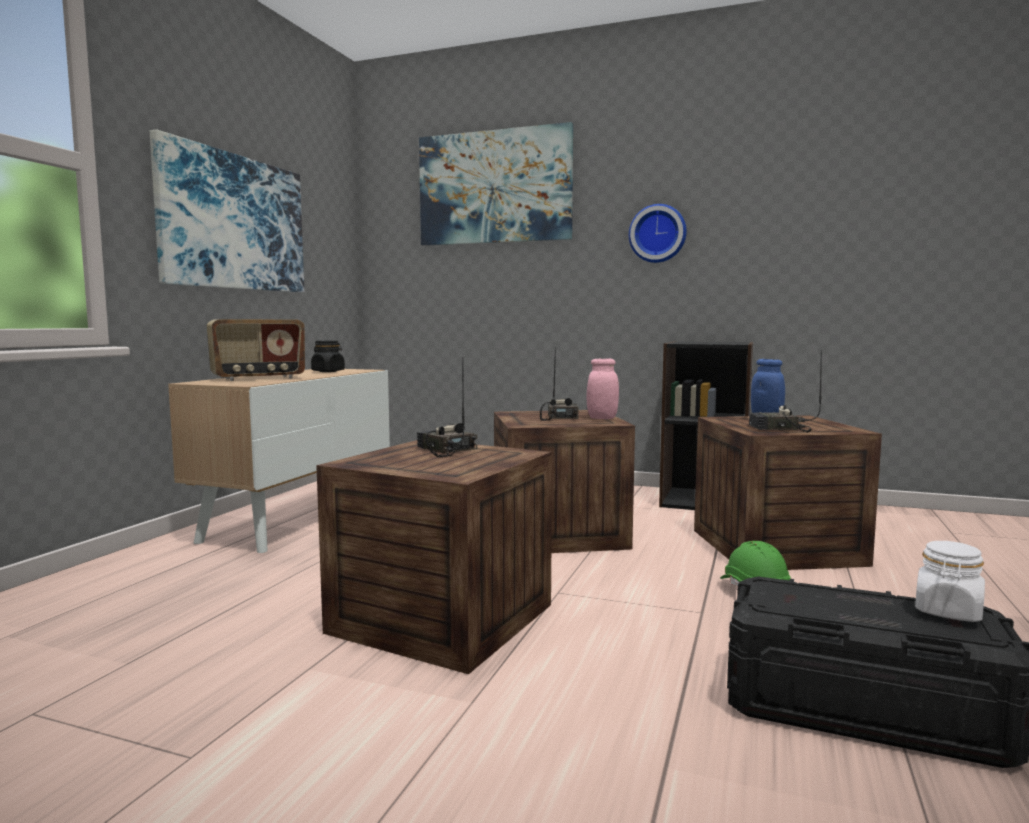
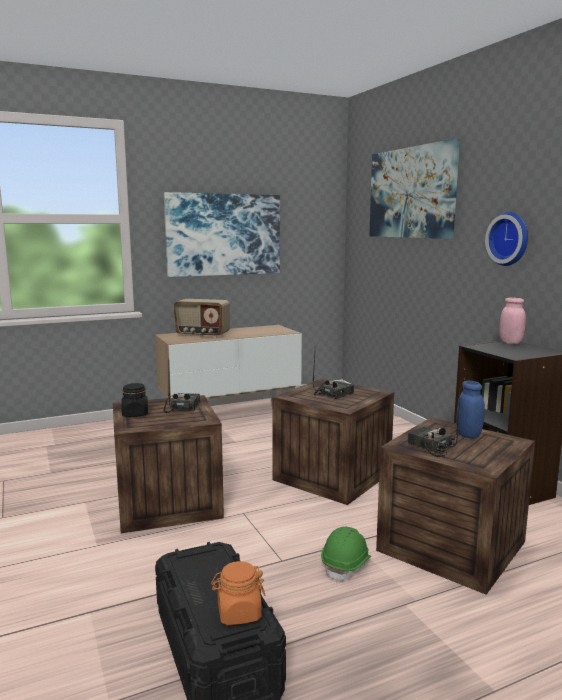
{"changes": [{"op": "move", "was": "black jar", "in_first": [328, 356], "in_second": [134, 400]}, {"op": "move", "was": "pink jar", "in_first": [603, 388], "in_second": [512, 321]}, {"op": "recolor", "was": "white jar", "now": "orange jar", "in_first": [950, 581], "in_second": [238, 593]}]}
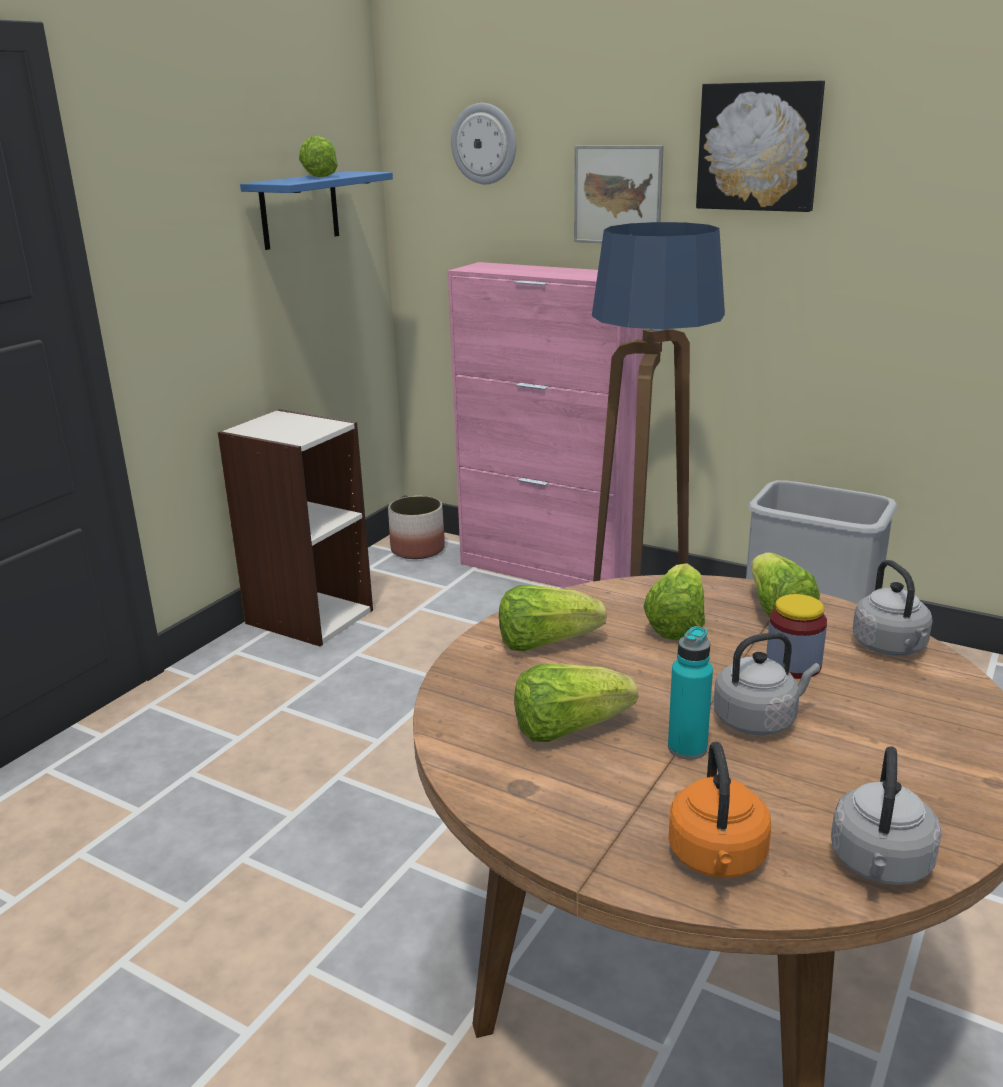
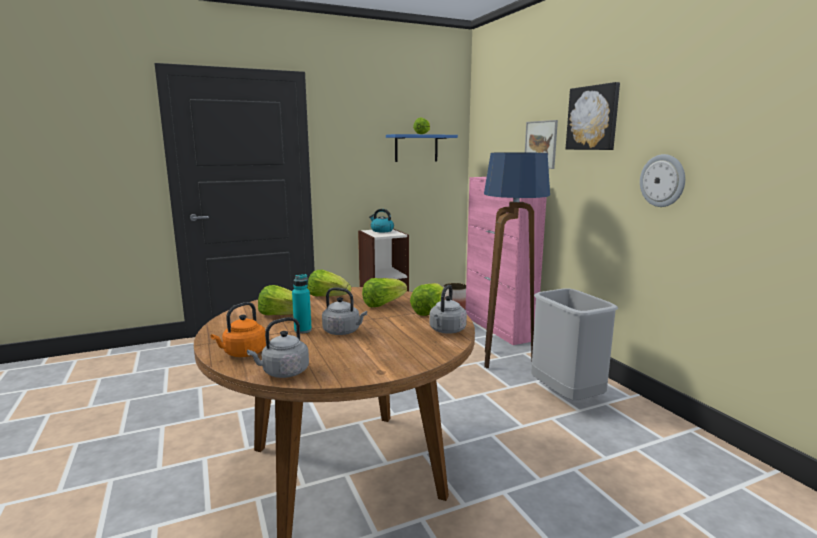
{"changes": [{"op": "delete", "was": "jar", "in_first": [796, 636]}, {"op": "insert", "now": "kettle", "in_second": [381, 220]}, {"op": "move", "was": "wall clock", "in_first": [483, 143], "in_second": [662, 180]}]}
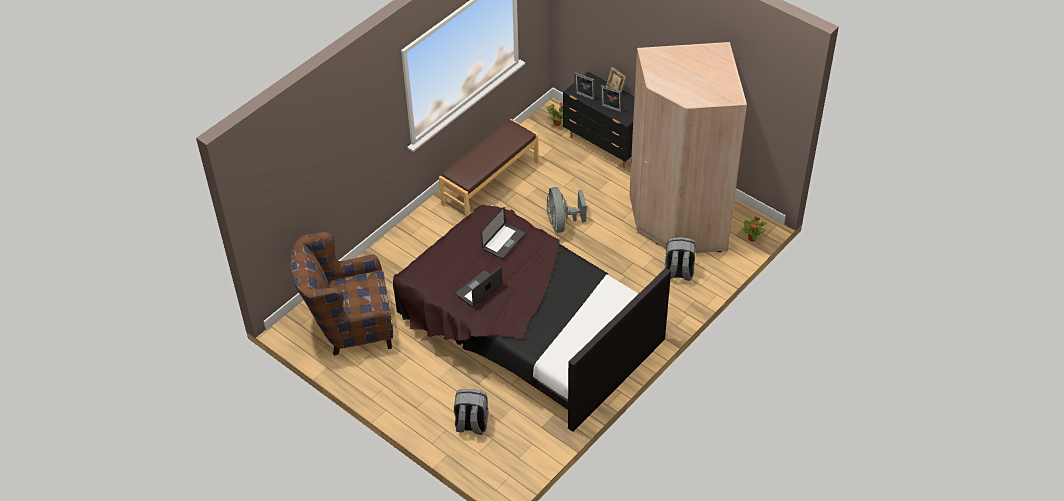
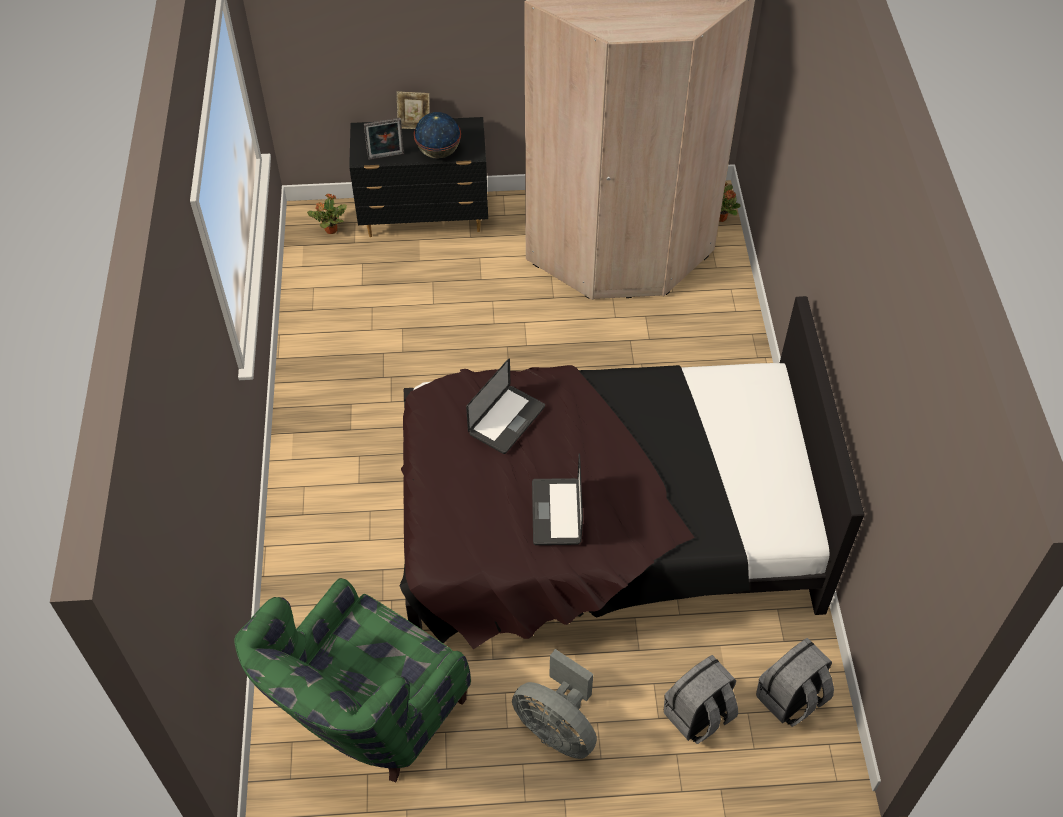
{"changes": [{"op": "delete", "was": "brown bench", "in_first": [489, 168]}, {"op": "move", "was": "grey fan", "in_first": [567, 210], "in_second": [554, 704]}, {"op": "move", "was": "grey backpack", "in_first": [680, 259], "in_second": [795, 682]}, {"op": "replace", "was": "picture frame", "now": "globe", "in_first": [611, 98], "in_second": [437, 135]}, {"op": "recolor", "was": "brown armchair", "now": "green armchair", "in_first": [342, 294], "in_second": [352, 680]}, {"op": "rotate", "was": "laptop", "in_first": [503, 233], "in_second": [505, 406], "clockwise": 45}]}
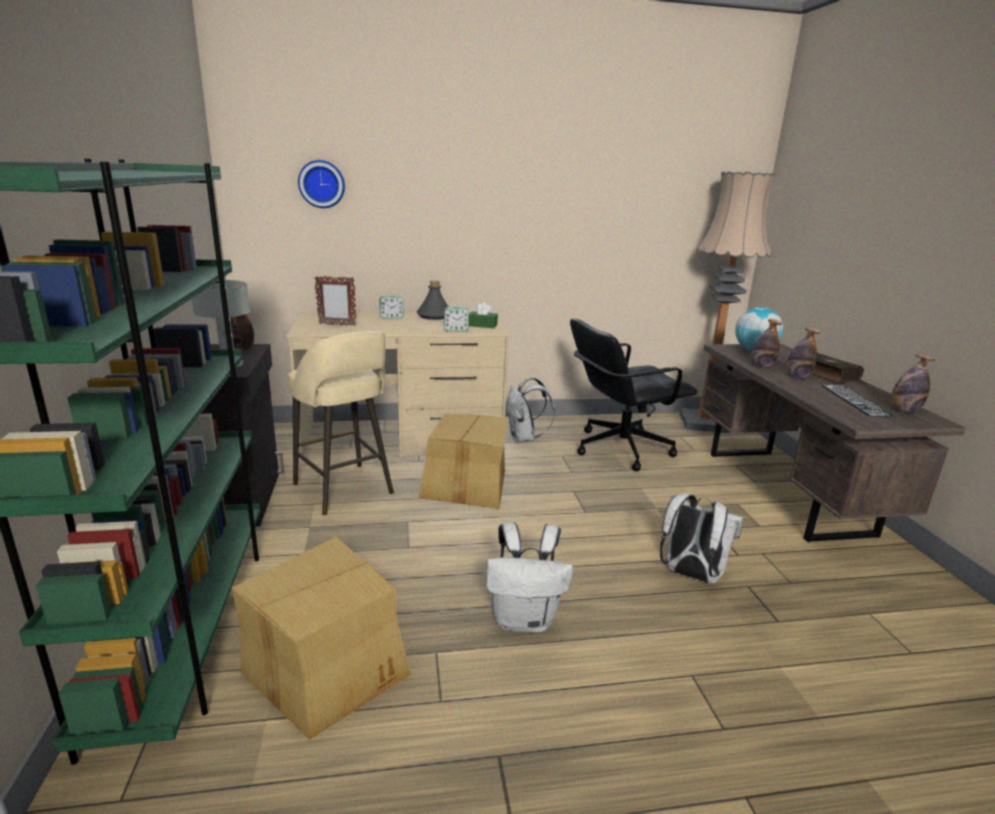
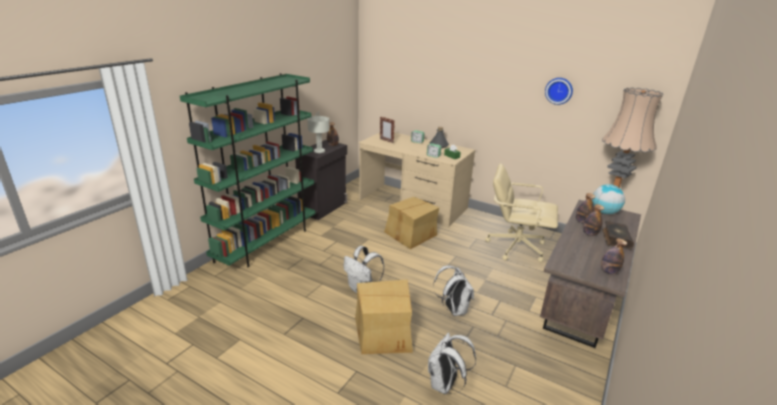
{"changes": [{"op": "delete", "was": "beige stool", "in_first": [341, 423]}, {"op": "delete", "was": "keyboard", "in_first": [858, 401]}, {"op": "move", "was": "cardboard box", "in_first": [321, 638], "in_second": [384, 316]}, {"op": "move", "was": "wall clock", "in_first": [321, 184], "in_second": [559, 91]}, {"op": "move", "was": "white backpack", "in_first": [531, 409], "in_second": [452, 363]}, {"op": "recolor", "was": "black office chair", "now": "beige office chair", "in_first": [634, 394], "in_second": [521, 212]}]}
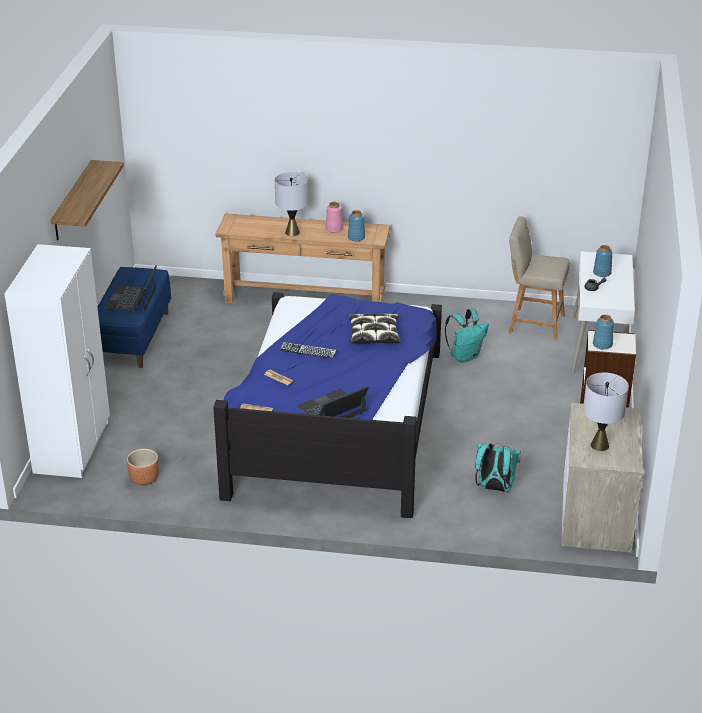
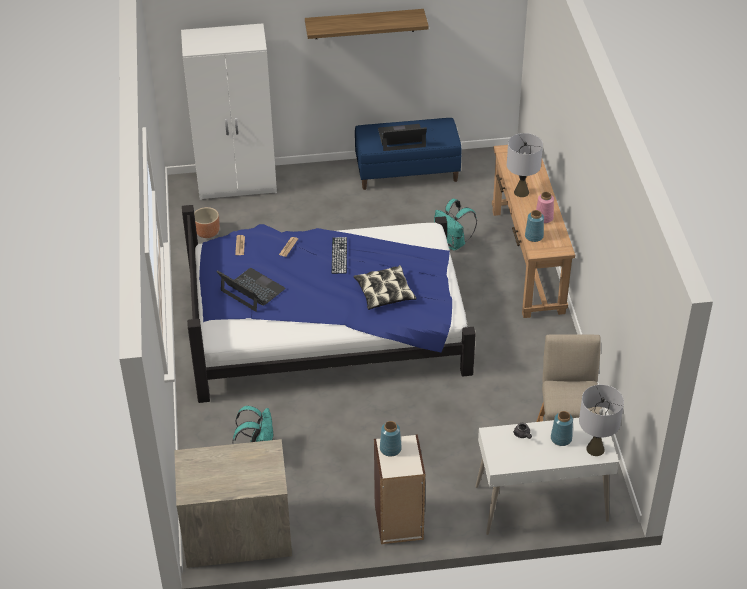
{"changes": [{"op": "move", "was": "turquoise backpack", "in_first": [467, 335], "in_second": [455, 224]}, {"op": "move", "was": "grey table lamp", "in_first": [606, 412], "in_second": [601, 420]}]}
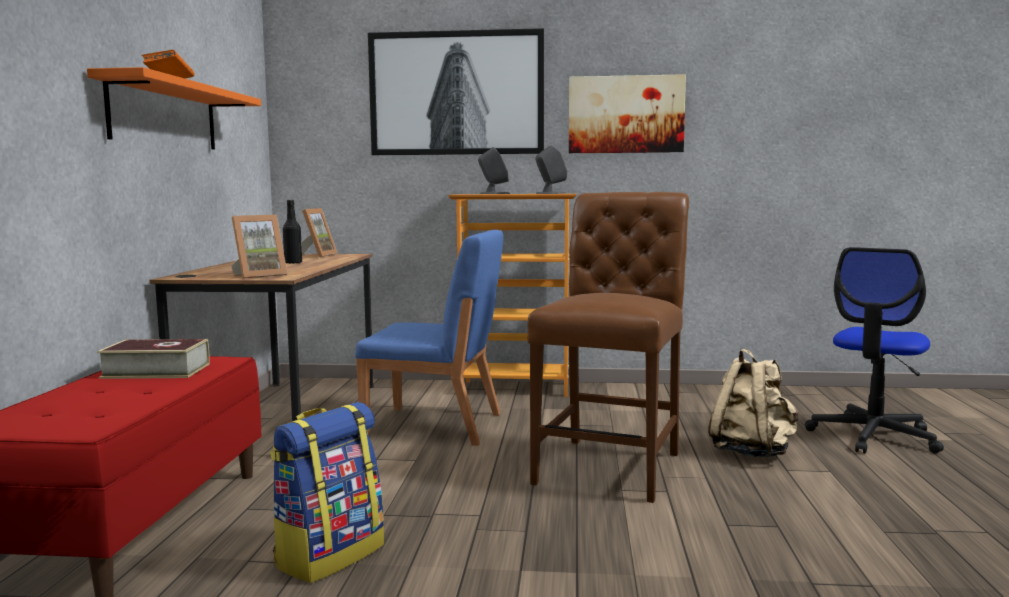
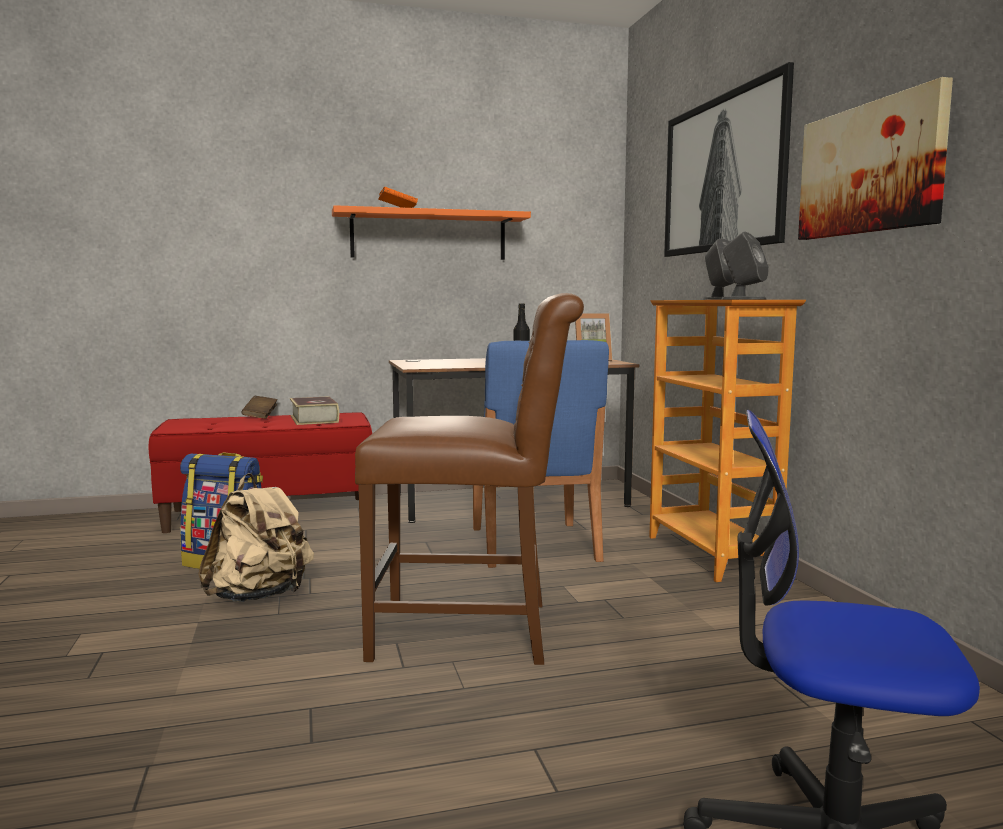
{"changes": [{"op": "delete", "was": "picture frame", "in_first": [259, 247]}, {"op": "insert", "now": "brown book", "in_second": [259, 407]}, {"op": "move", "was": "beige backpack", "in_first": [753, 403], "in_second": [256, 537]}]}
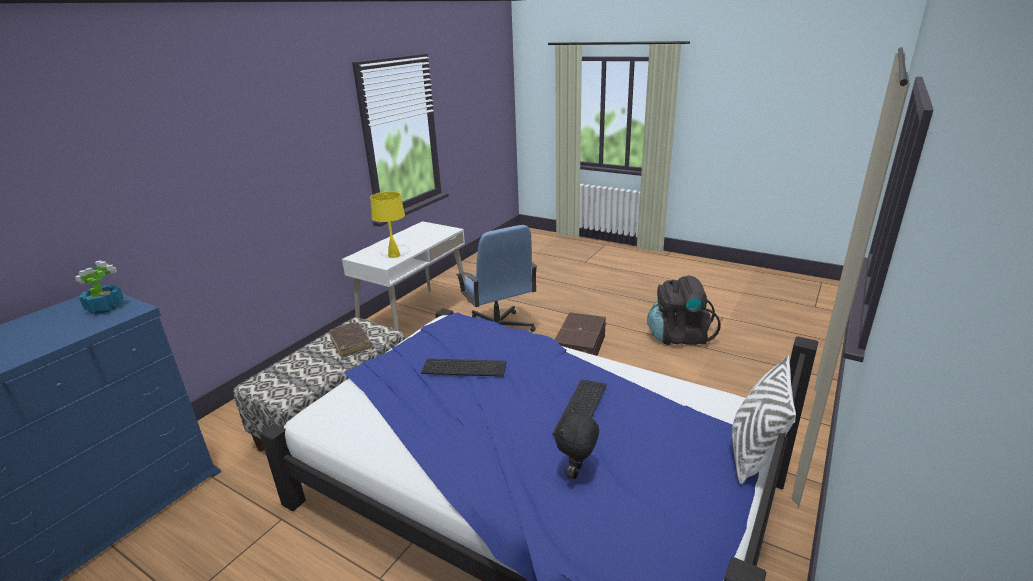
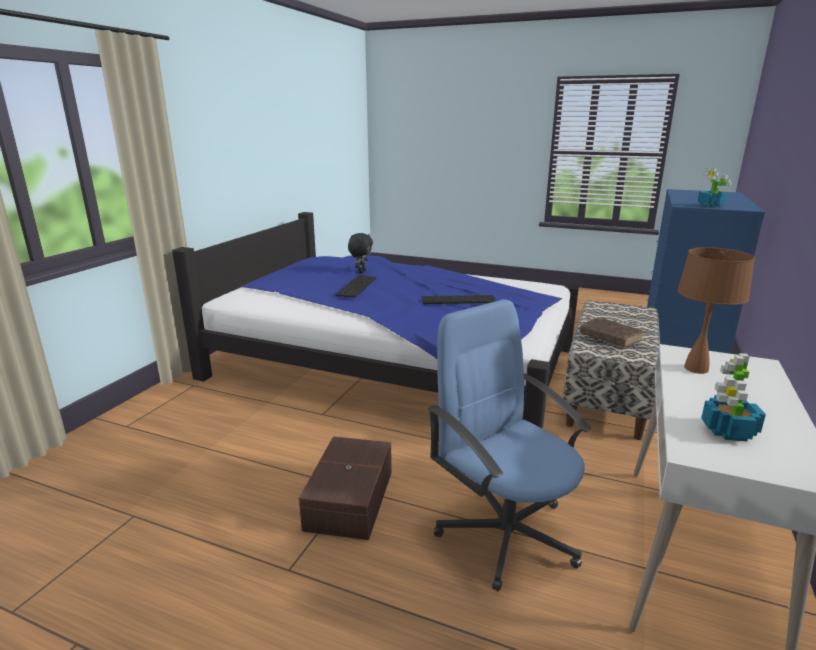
{"changes": [{"op": "delete", "was": "black backpack", "in_first": [684, 310]}, {"op": "delete", "was": "white pillow", "in_first": [764, 420]}, {"op": "insert", "now": "potted plant", "in_second": [733, 397]}, {"op": "recolor", "was": "yellow table lamp", "now": "brown table lamp", "in_first": [387, 225], "in_second": [716, 310]}]}
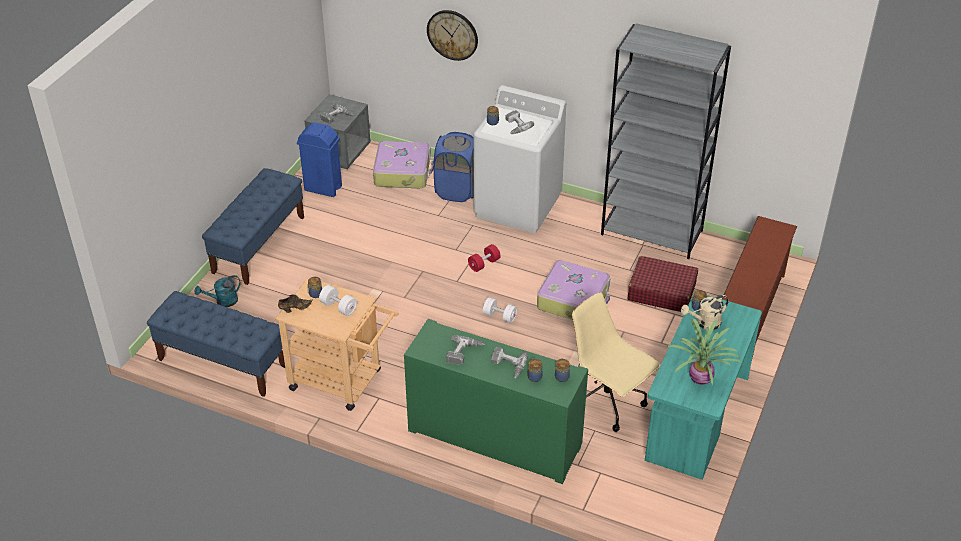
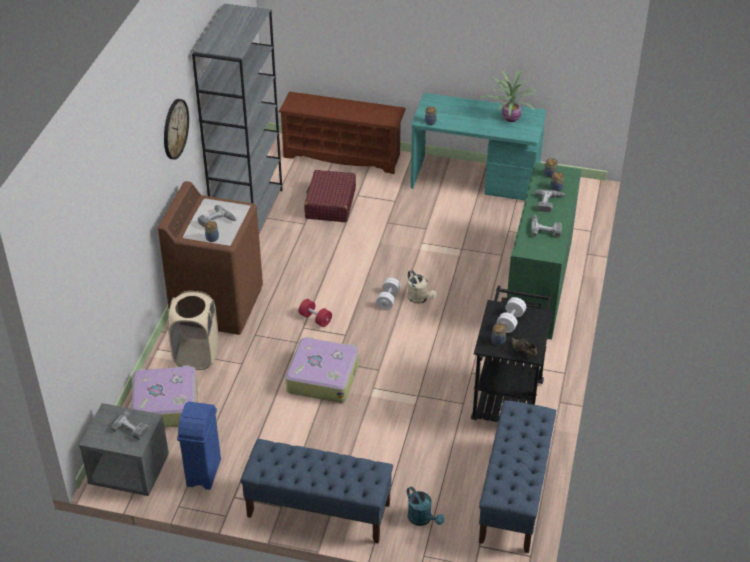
{"changes": [{"op": "delete", "was": "beige office chair", "in_first": [616, 362]}, {"op": "move", "was": "wall clock", "in_first": [452, 35], "in_second": [176, 129]}, {"op": "move", "was": "suitcase", "in_first": [574, 290], "in_second": [322, 370]}, {"op": "move", "was": "beige watering can", "in_first": [705, 312], "in_second": [421, 287]}, {"op": "recolor", "was": "beige cart", "now": "black cart", "in_first": [337, 344], "in_second": [512, 354]}, {"op": "recolor", "was": "blue laundry basket", "now": "beige laundry basket", "in_first": [453, 167], "in_second": [193, 330]}, {"op": "recolor", "was": "white washing machine", "now": "brown washing machine", "in_first": [519, 159], "in_second": [210, 258]}]}
